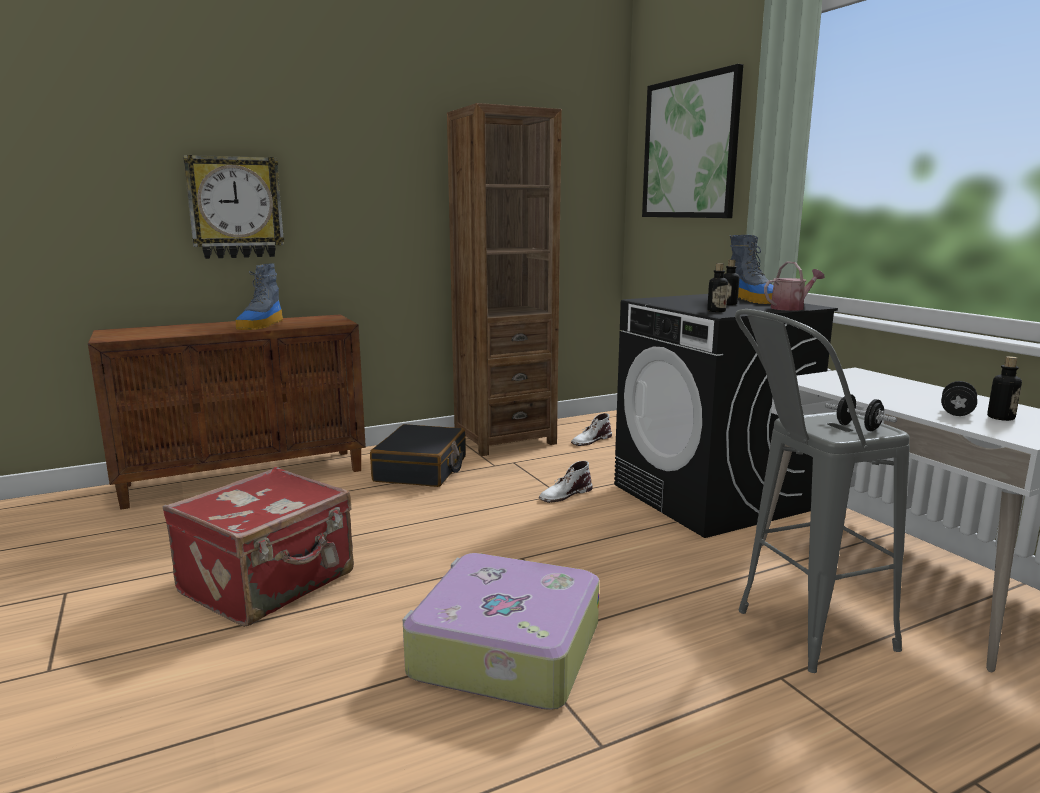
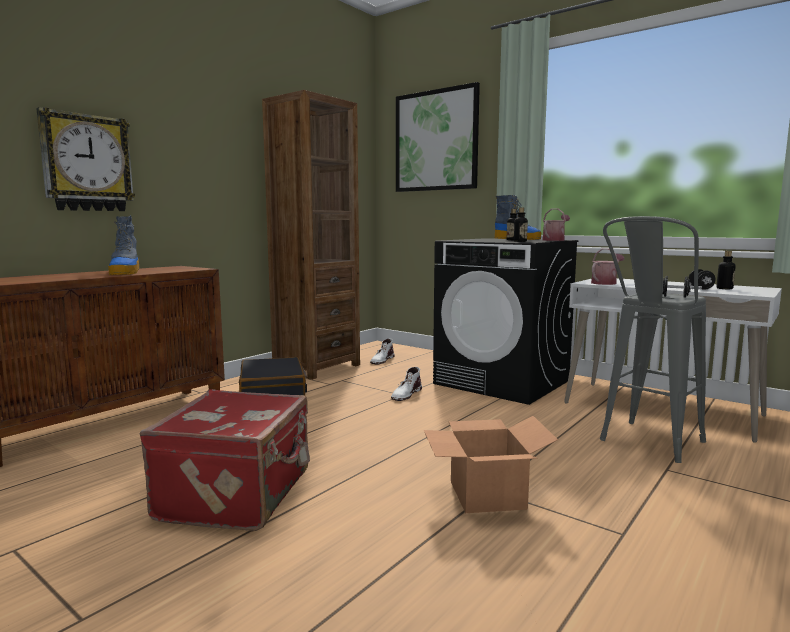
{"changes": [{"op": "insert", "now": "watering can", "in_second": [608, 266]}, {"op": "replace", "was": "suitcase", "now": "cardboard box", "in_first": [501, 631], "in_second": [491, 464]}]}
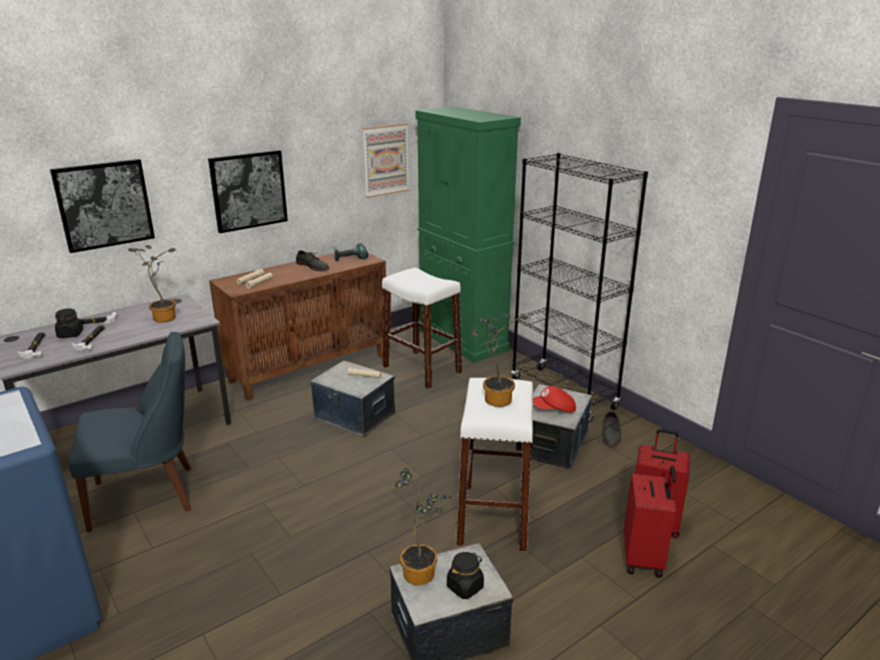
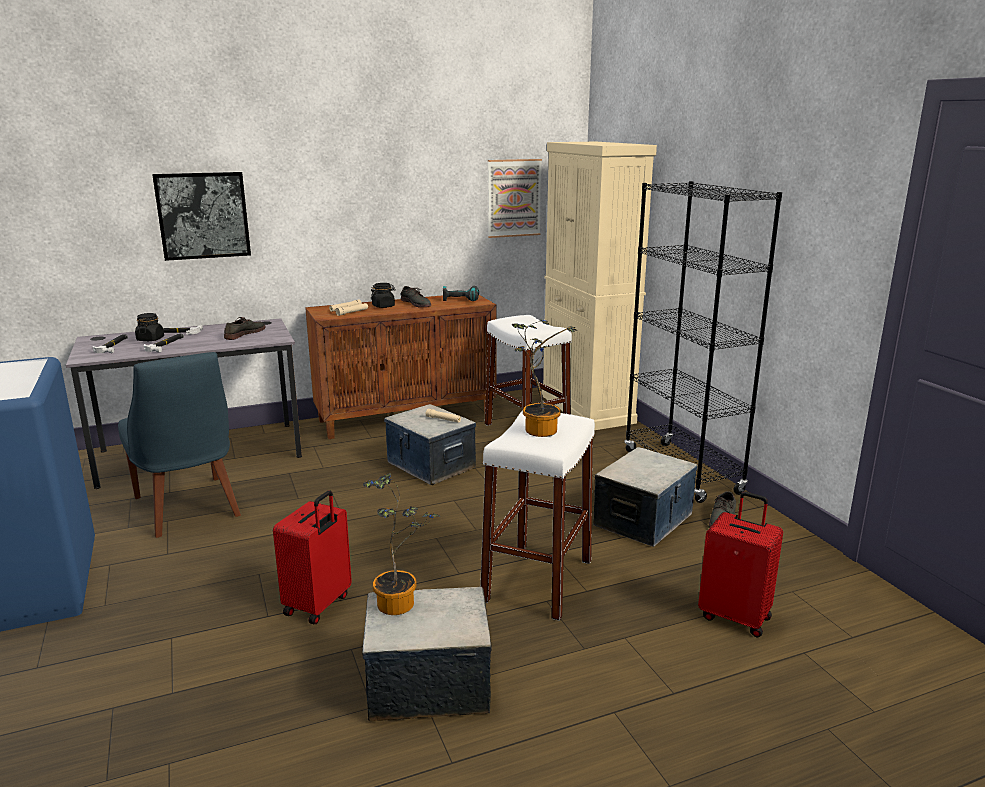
{"changes": [{"op": "delete", "was": "picture", "in_first": [248, 191]}, {"op": "delete", "was": "red cap", "in_first": [554, 399]}, {"op": "move", "was": "black jar", "in_first": [465, 575], "in_second": [383, 295]}, {"op": "move", "was": "red suitcase", "in_first": [650, 521], "in_second": [312, 557]}, {"op": "replace", "was": "potted plant", "now": "grey shoe", "in_first": [152, 283], "in_second": [245, 328]}, {"op": "recolor", "was": "green cabinet", "now": "beige cabinet", "in_first": [468, 234], "in_second": [599, 286]}, {"op": "rotate", "was": "blue chair", "in_first": [129, 432], "in_second": [179, 445], "clockwise": 60}]}
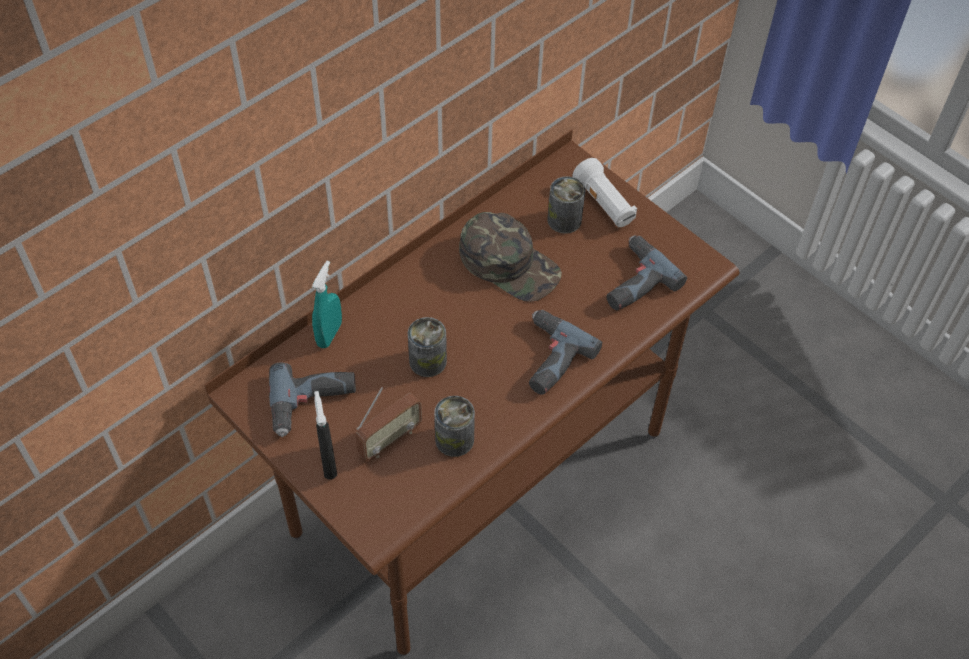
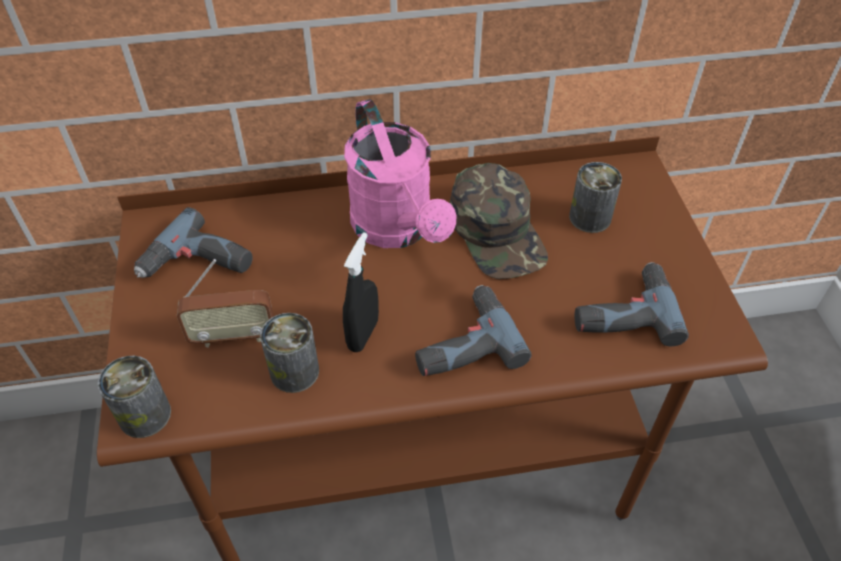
{"changes": [{"op": "delete", "was": "turquoise spray bottle", "in_first": [327, 304]}, {"op": "delete", "was": "white flashlight", "in_first": [604, 192]}, {"op": "insert", "now": "pink watering can", "in_second": [400, 173]}, {"op": "move", "was": "black spray bottle", "in_first": [325, 435], "in_second": [361, 292]}, {"op": "move", "was": "can", "in_first": [427, 347], "in_second": [134, 397]}]}
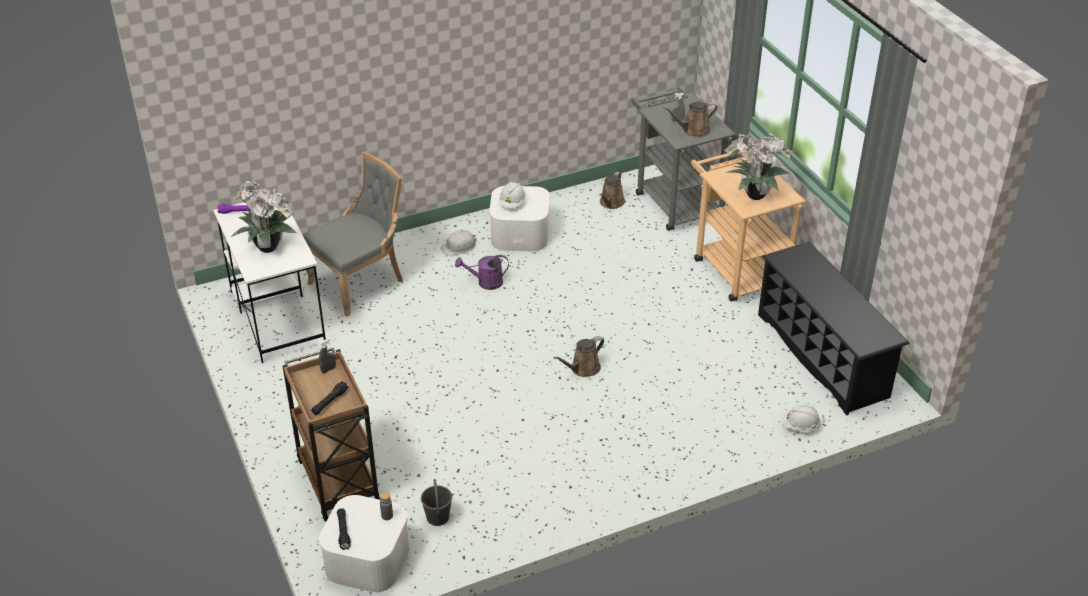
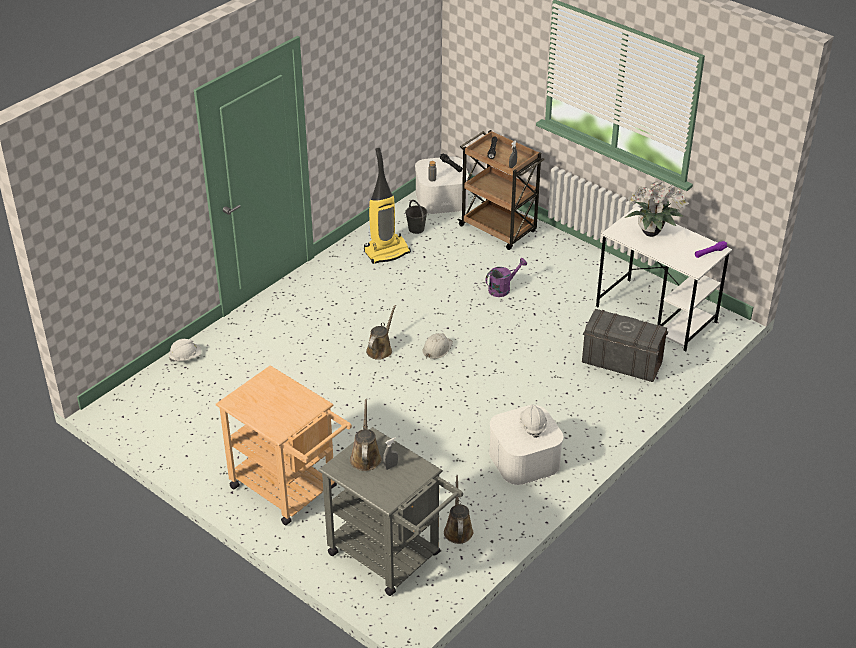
{"changes": [{"op": "delete", "was": "potted plant", "in_first": [758, 166]}, {"op": "delete", "was": "black shoe rack", "in_first": [834, 328]}, {"op": "insert", "now": "vacuum cleaner", "in_second": [387, 206]}, {"op": "move", "was": "white hard hat", "in_first": [458, 242], "in_second": [437, 346]}, {"op": "move", "was": "purple watering can", "in_first": [482, 272], "in_second": [506, 277]}, {"op": "replace", "was": "grey chair", "now": "grey storage box", "in_first": [352, 234], "in_second": [625, 345]}, {"op": "rotate", "was": "brown watering can", "in_first": [690, 119], "in_second": [365, 435], "clockwise": -45}]}
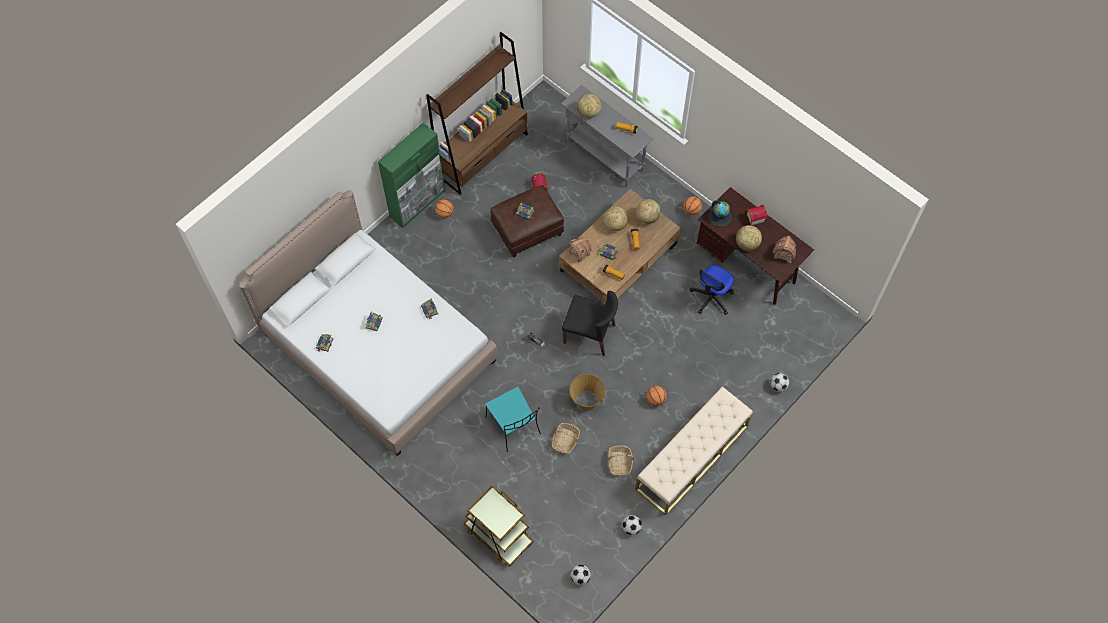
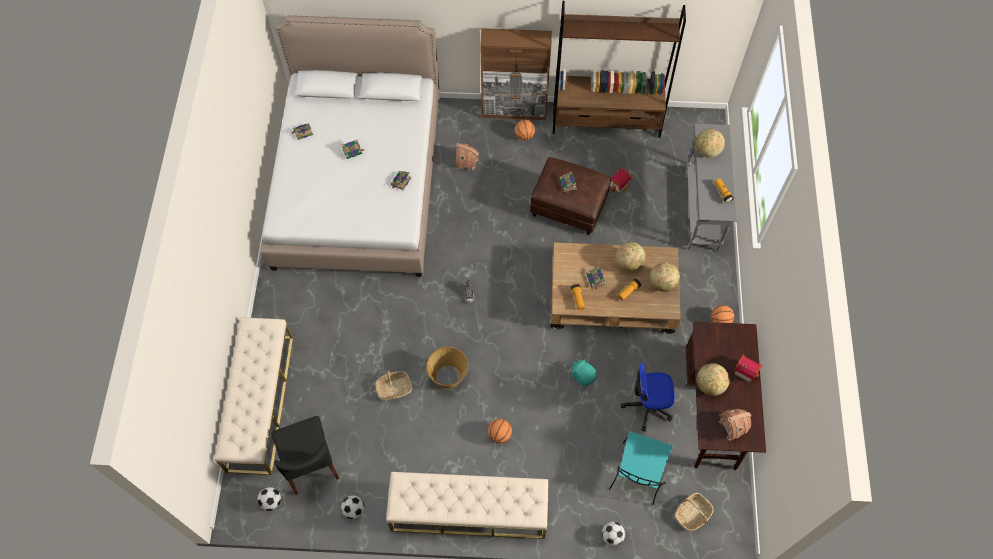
{"changes": [{"op": "delete", "was": "globe", "in_first": [720, 213]}, {"op": "insert", "now": "turquoise plush toy", "in_second": [584, 372]}, {"op": "move", "was": "turquoise chair", "in_first": [513, 419], "in_second": [641, 468]}, {"op": "move", "was": "black chair", "in_first": [590, 323], "in_second": [305, 455]}, {"op": "move", "was": "toy house", "in_first": [579, 250], "in_second": [467, 157]}, {"op": "move", "was": "basket", "in_first": [621, 461], "in_second": [694, 512]}, {"op": "replace", "was": "brown cart", "now": "beige bench", "in_first": [499, 525], "in_second": [253, 396]}, {"op": "recolor", "was": "green cabinet", "now": "brown cabinet", "in_first": [411, 175], "in_second": [516, 74]}]}
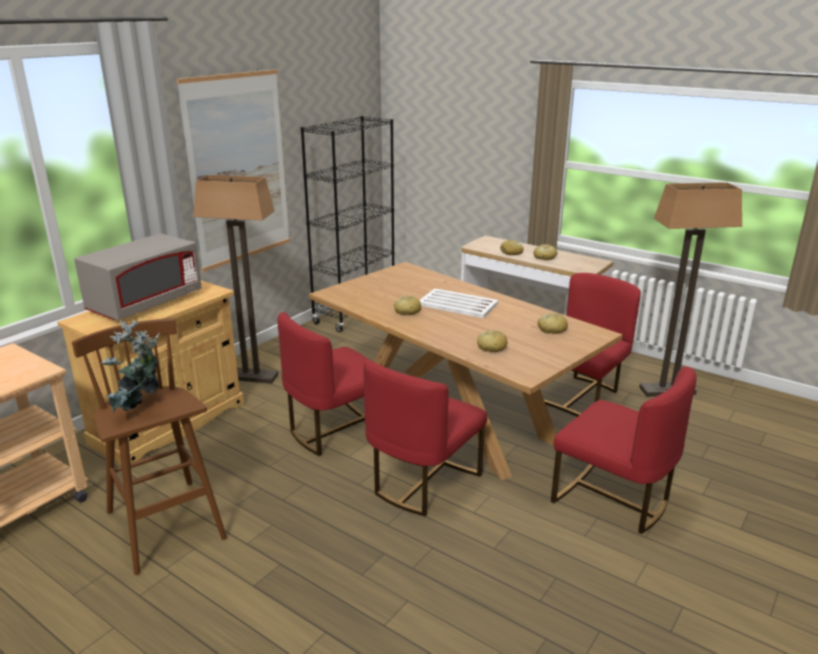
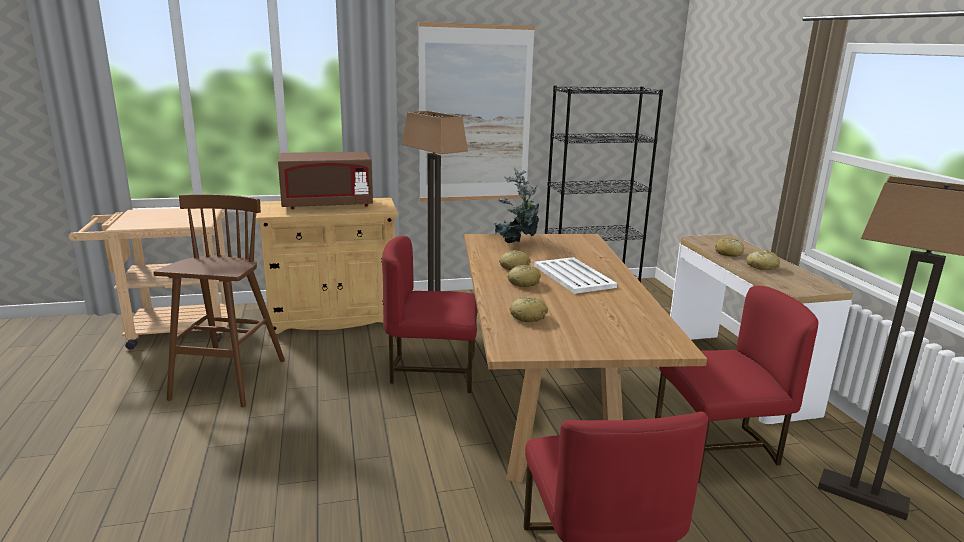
{"changes": [{"op": "delete", "was": "red chair", "in_first": [425, 438]}, {"op": "move", "was": "potted plant", "in_first": [130, 367], "in_second": [516, 205]}, {"op": "move", "was": "bread", "in_first": [553, 323], "in_second": [524, 276]}, {"op": "recolor", "was": "grey microwave", "now": "brown microwave", "in_first": [138, 276], "in_second": [325, 180]}]}
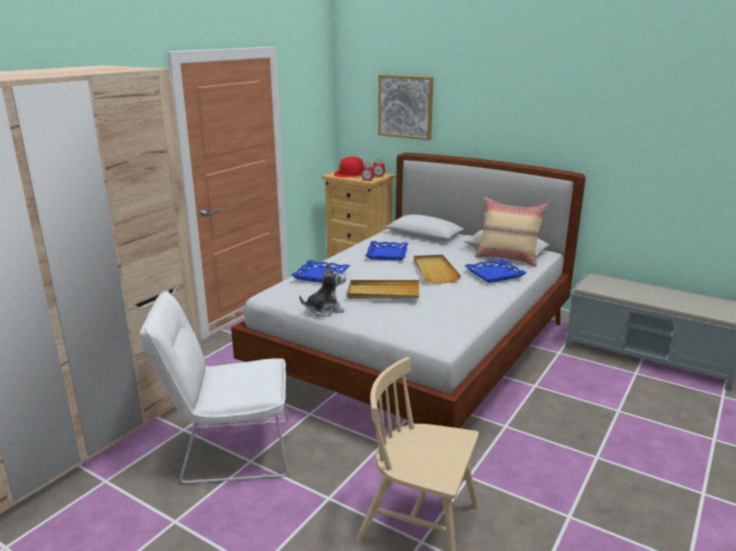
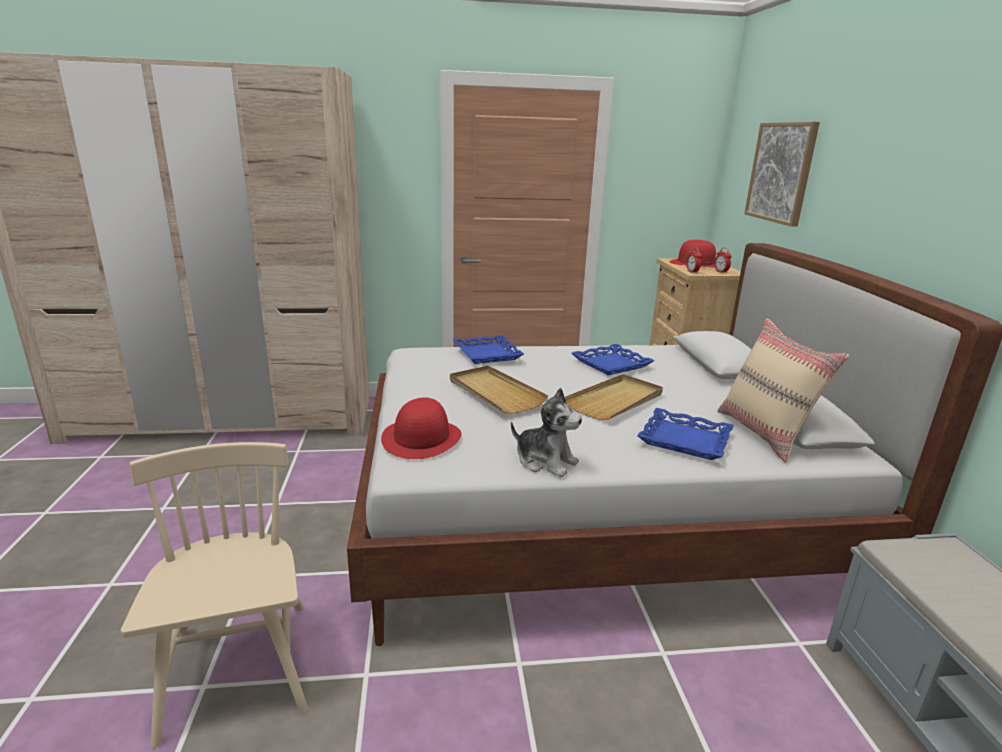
{"changes": [{"op": "delete", "was": "white chair", "in_first": [214, 387]}, {"op": "insert", "now": "red hat", "in_second": [421, 428]}, {"op": "move", "was": "plush toy", "in_first": [322, 290], "in_second": [546, 432]}]}
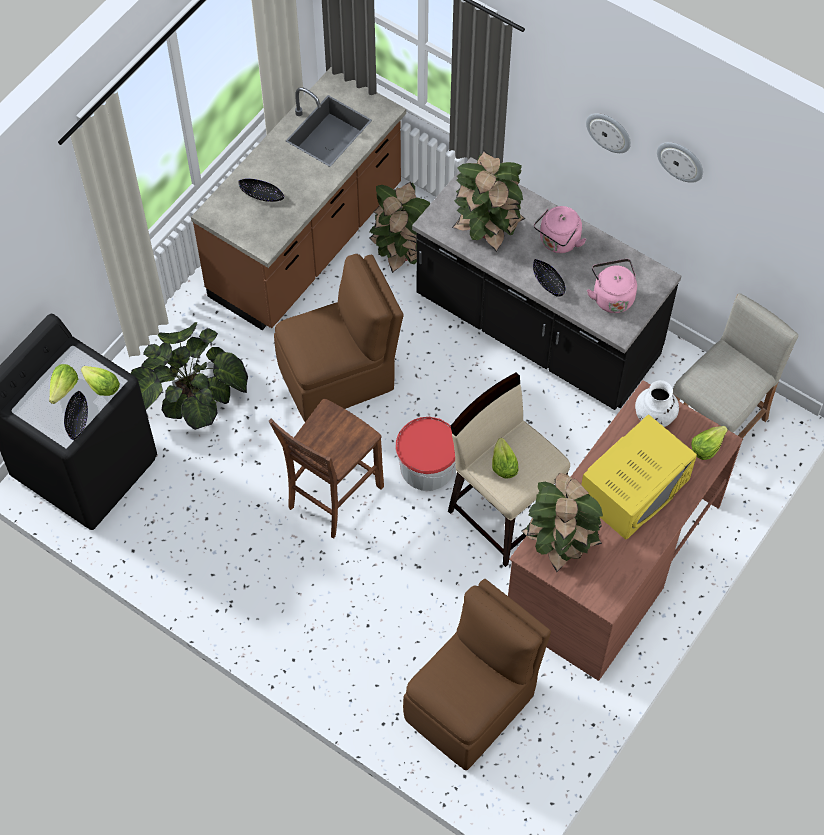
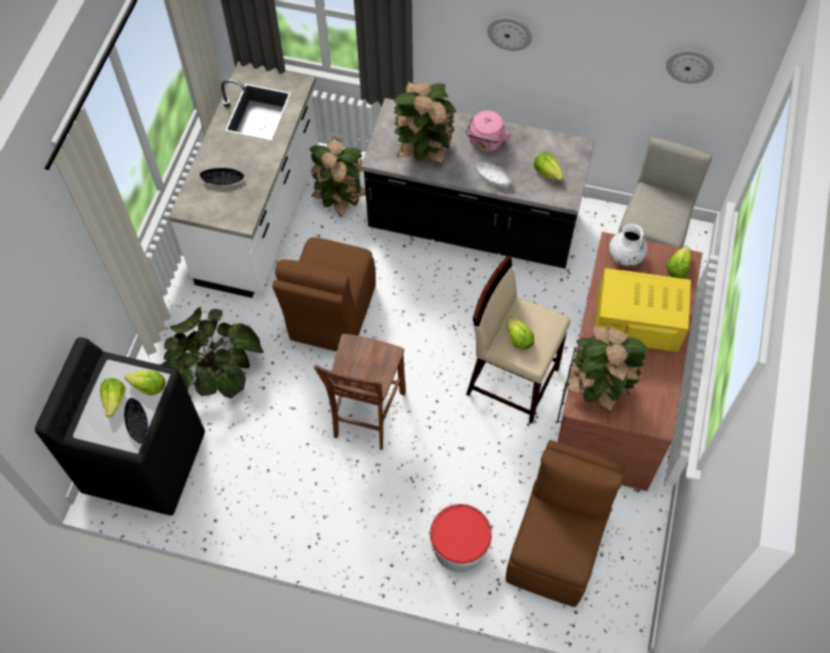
{"changes": [{"op": "move", "was": "bucket", "in_first": [425, 454], "in_second": [461, 538]}, {"op": "move", "was": "wall clock", "in_first": [680, 162], "in_second": [690, 66]}, {"op": "replace", "was": "pink kettle", "now": "lettuce", "in_first": [612, 286], "in_second": [548, 166]}, {"op": "recolor", "was": "brown counter", "now": "white counter", "in_first": [298, 198], "in_second": [244, 179]}, {"op": "recolor", "was": "black bowl", "now": "white bowl", "in_first": [549, 278], "in_second": [492, 173]}, {"op": "rotate", "was": "brown chair", "in_first": [339, 338], "in_second": [324, 294], "clockwise": 150}, {"op": "rotate", "was": "yellow microwave", "in_first": [639, 477], "in_second": [642, 310], "clockwise": -105}]}
